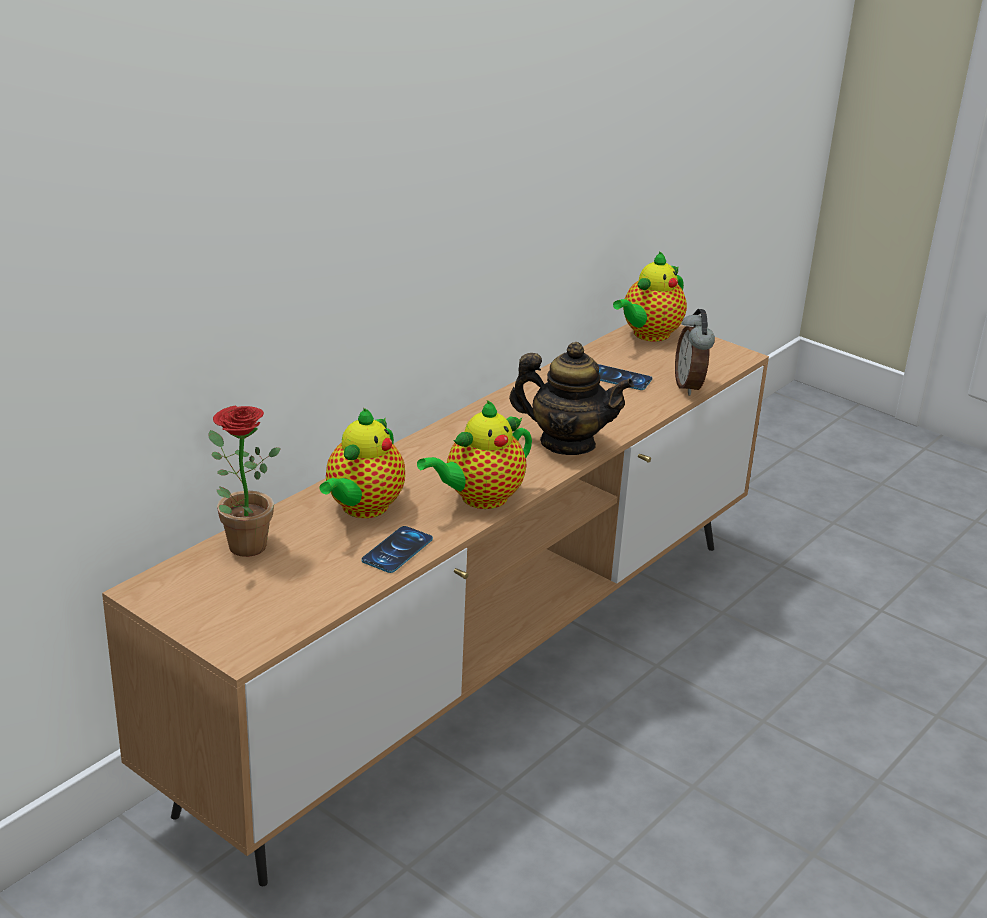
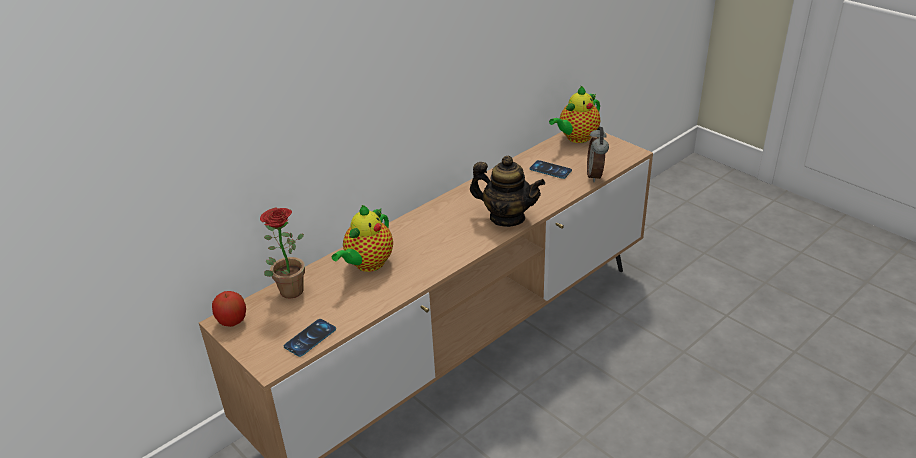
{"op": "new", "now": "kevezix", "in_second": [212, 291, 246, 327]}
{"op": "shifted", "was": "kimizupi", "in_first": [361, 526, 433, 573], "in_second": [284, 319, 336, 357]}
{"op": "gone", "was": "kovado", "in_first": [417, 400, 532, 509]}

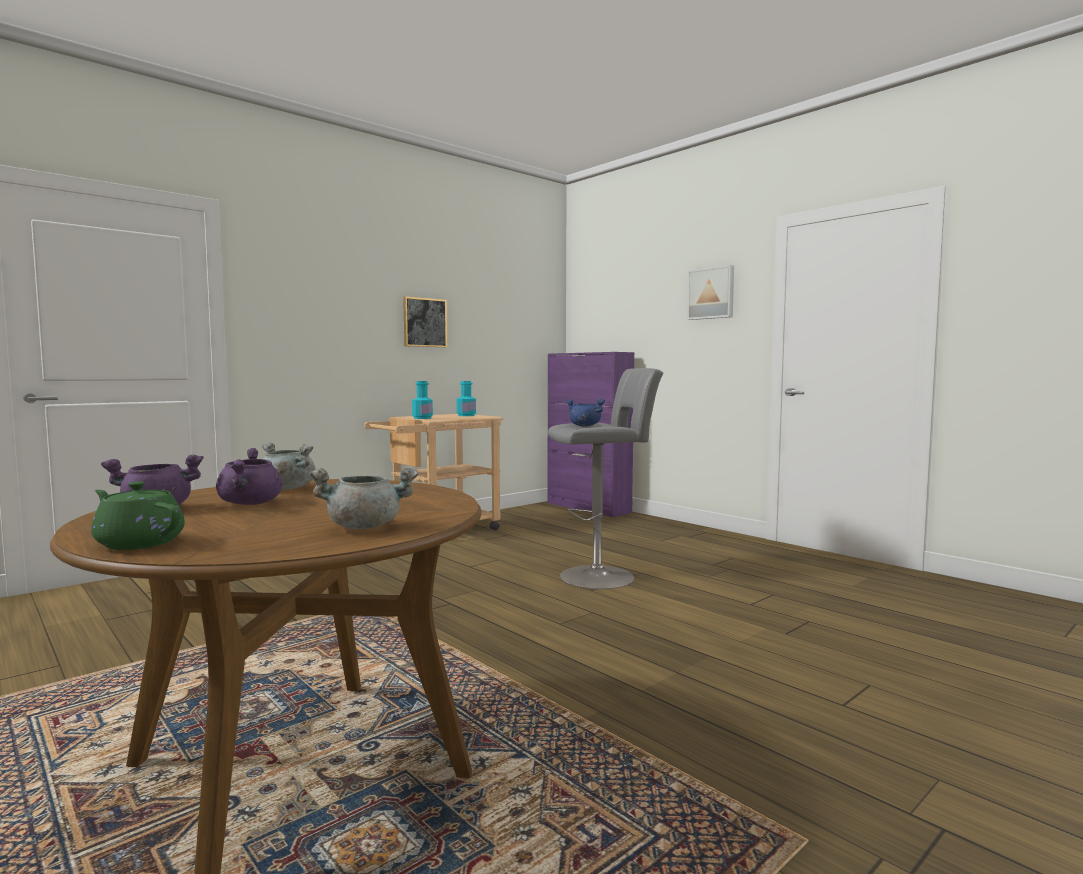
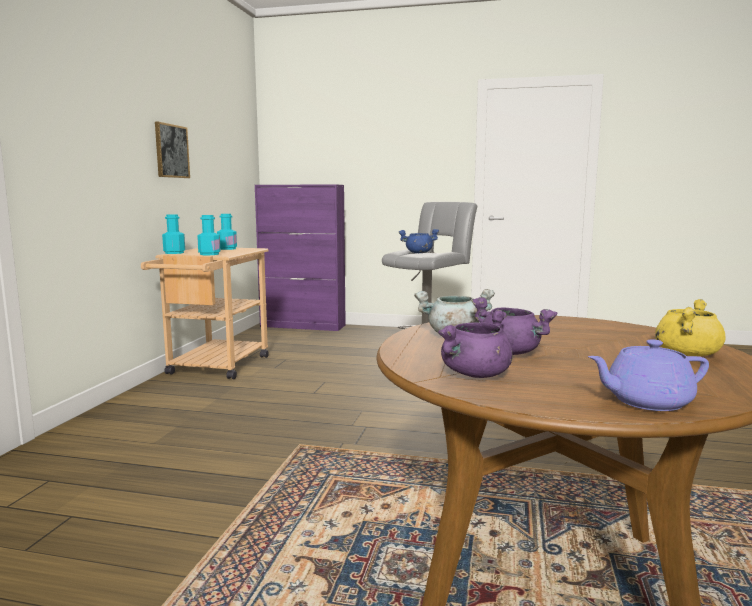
{"op": "new", "now": "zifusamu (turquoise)", "in_second": [162, 214, 185, 254]}
{"op": "repainted", "was": "kovado (green)", "now": "kovado (purple)", "in_first": [91, 481, 185, 550], "in_second": [588, 339, 709, 411]}
{"op": "repainted", "was": "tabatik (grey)", "now": "tabatik (yellow)", "in_first": [309, 468, 418, 530], "in_second": [655, 299, 725, 356]}
{"op": "gone", "was": "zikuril", "in_first": [687, 265, 734, 320]}

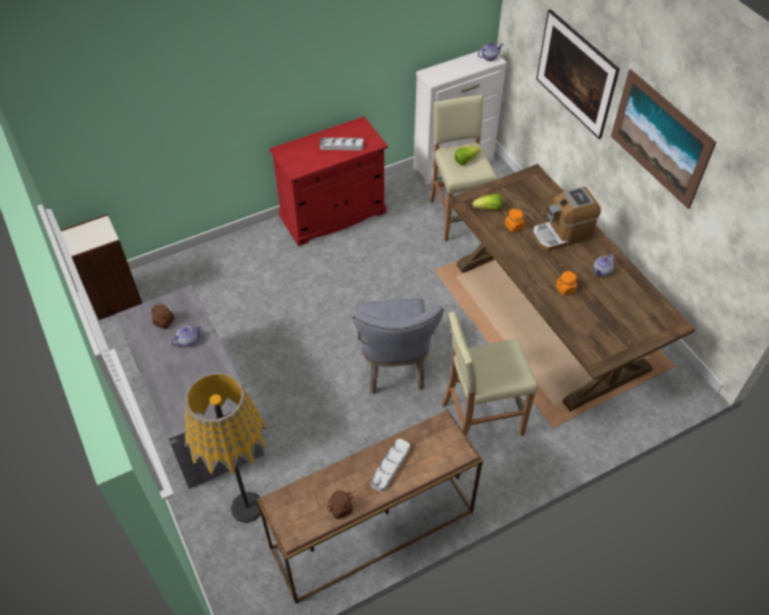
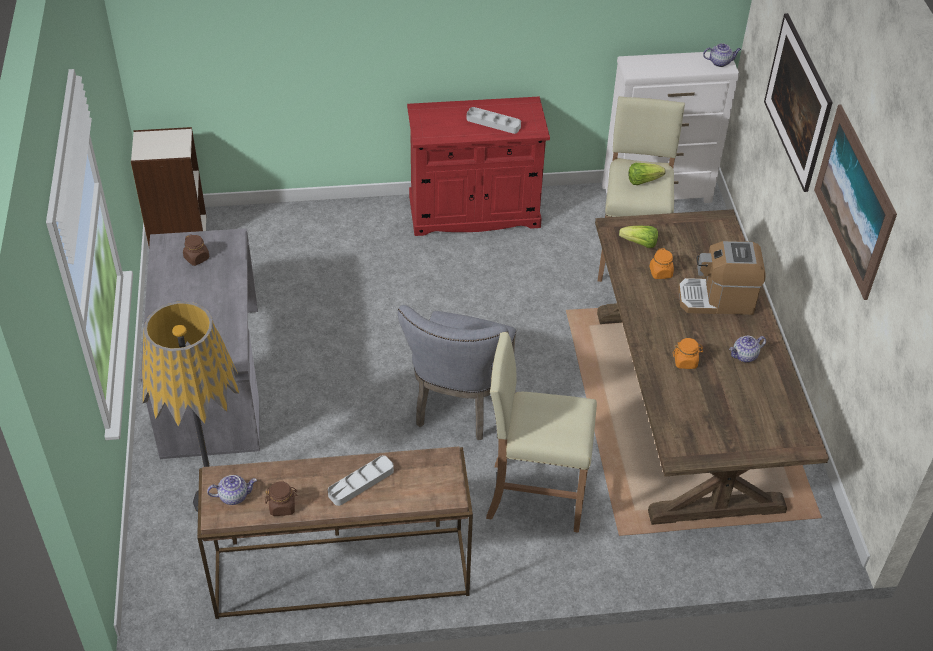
{"op": "shifted", "was": "kovado", "in_first": [170, 324, 202, 347], "in_second": [207, 475, 257, 505]}

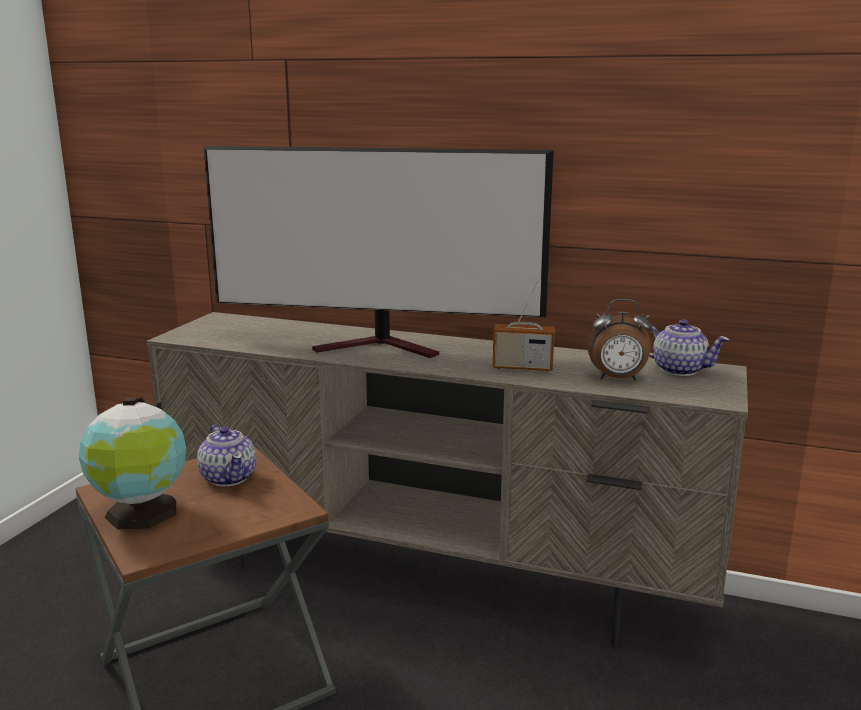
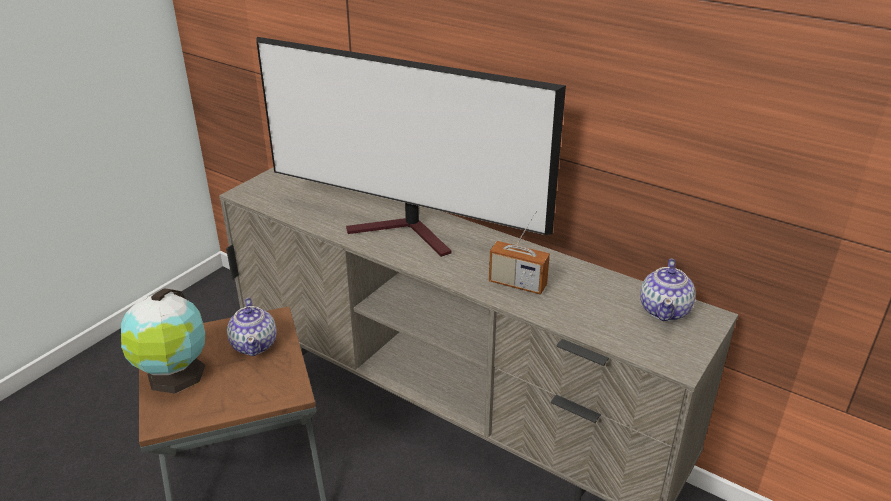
{"op": "rotated", "was": "kovado", "in_first": [649, 319, 730, 376], "in_second": [640, 259, 696, 321], "clockwise": 60}
{"op": "gone", "was": "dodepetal", "in_first": [587, 299, 652, 380]}

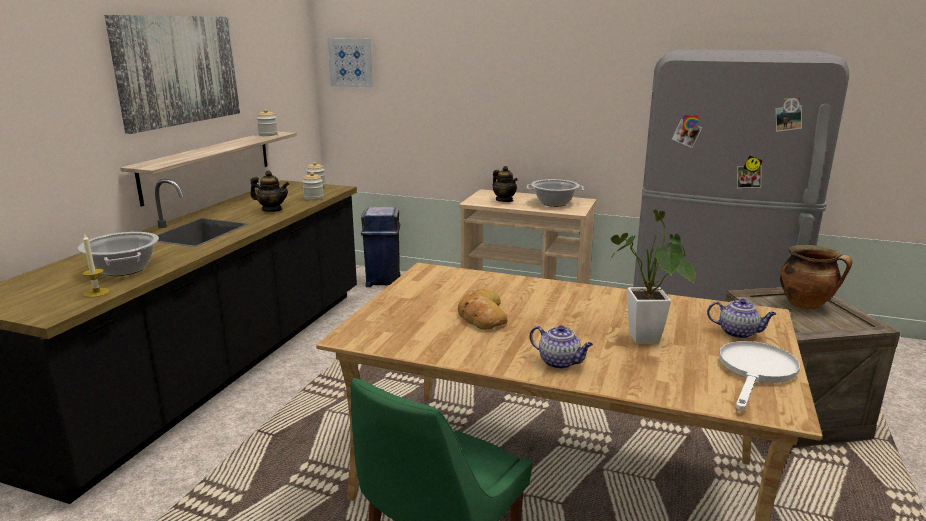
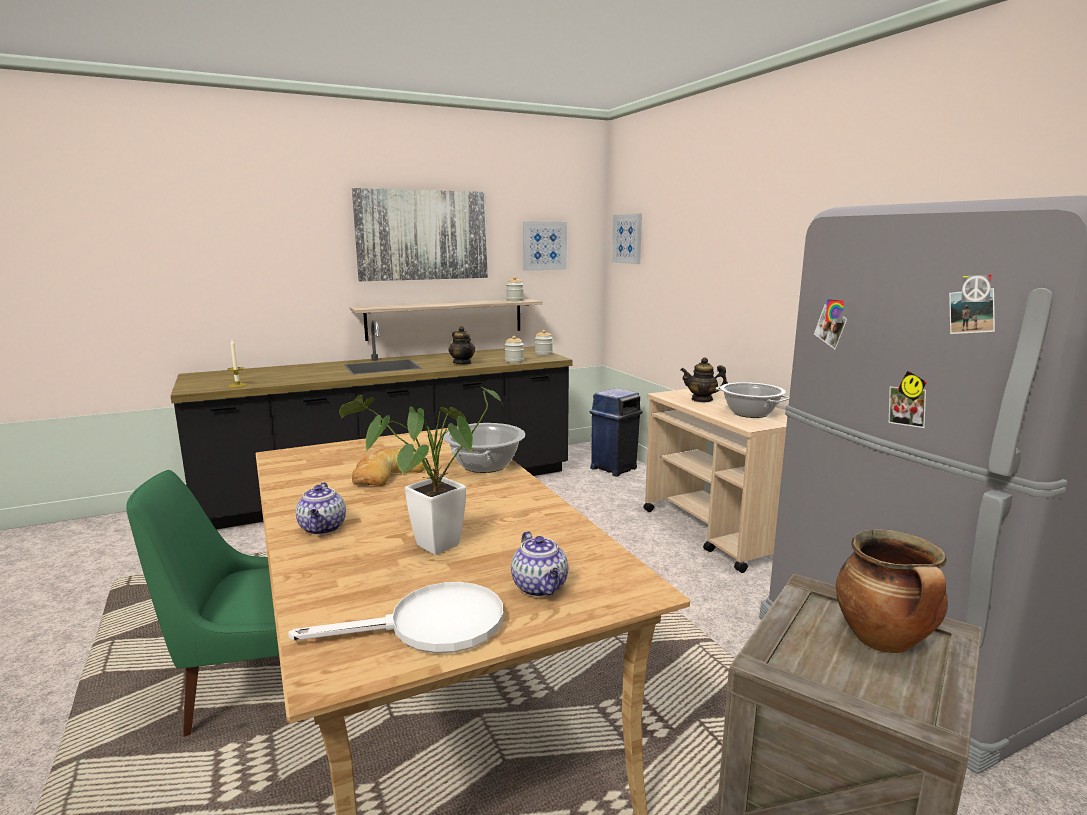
{"op": "shifted", "was": "tabatik", "in_first": [78, 232, 159, 276], "in_second": [443, 423, 525, 473]}
{"op": "new", "now": "zikuril", "in_second": [523, 221, 567, 271]}
{"op": "rotated", "was": "kovado", "in_first": [493, 166, 518, 202], "in_second": [681, 358, 728, 402], "clockwise": 90}

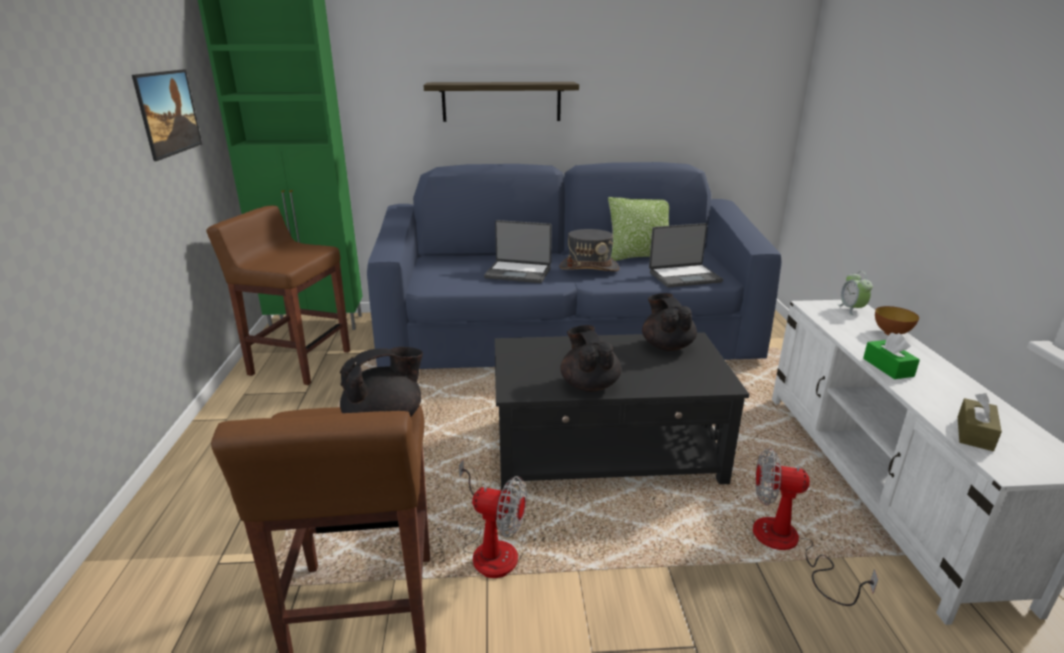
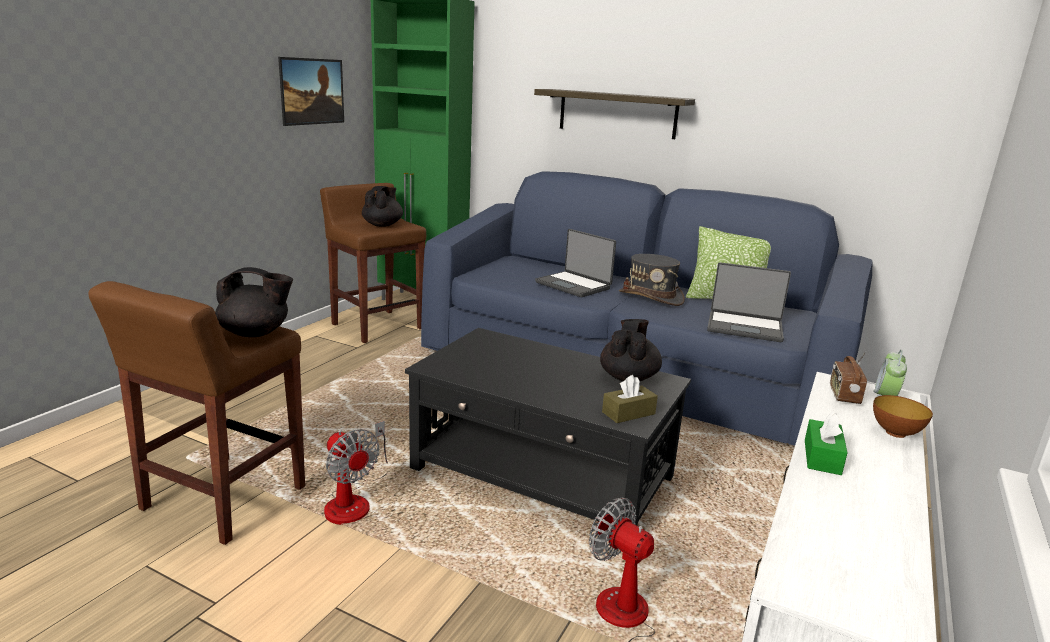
{"op": "shifted", "was": "kovado (black)", "in_first": [560, 325, 622, 392], "in_second": [362, 186, 403, 227]}
{"op": "shifted", "was": "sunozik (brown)", "in_first": [958, 393, 1002, 451], "in_second": [602, 375, 658, 423]}
{"op": "new", "now": "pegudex", "in_second": [830, 351, 867, 404]}

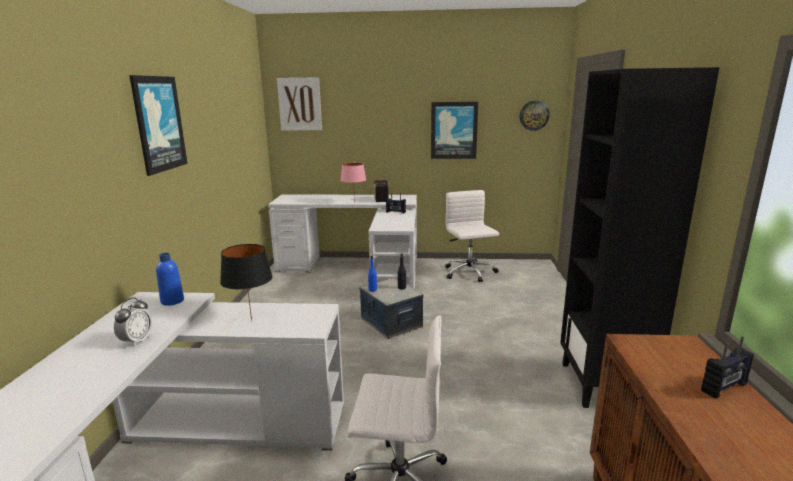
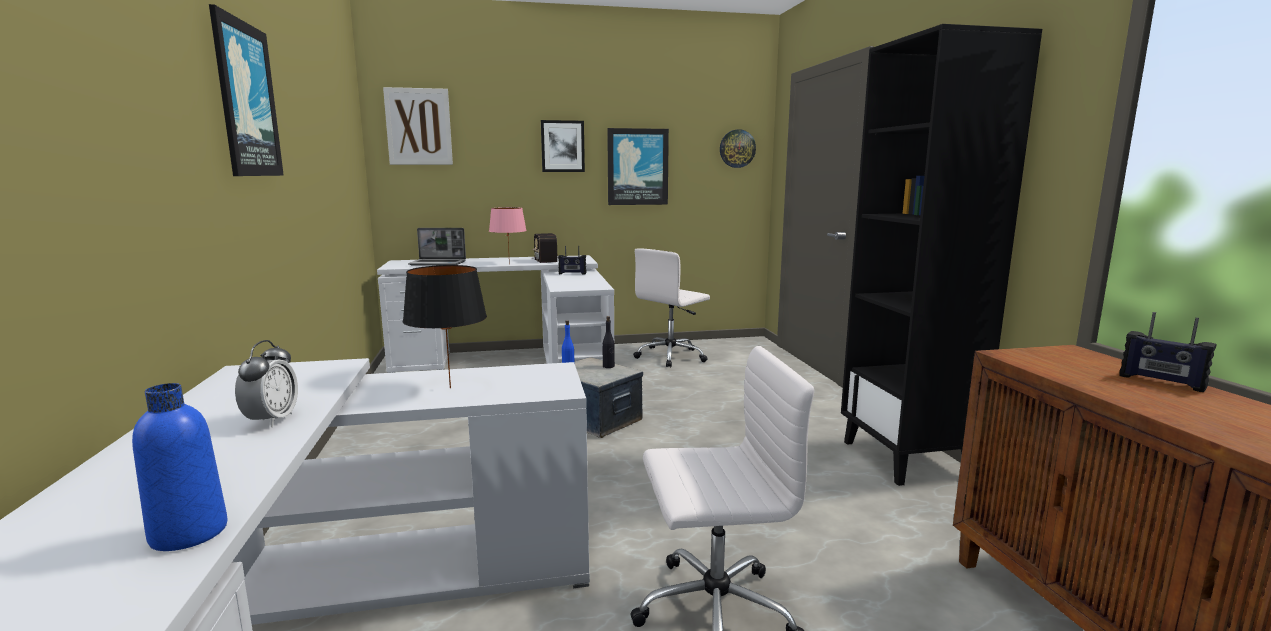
{"op": "shifted", "was": "zifusamu (blue)", "in_first": [156, 253, 184, 306], "in_second": [132, 383, 228, 551]}
{"op": "new", "now": "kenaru", "in_second": [408, 228, 466, 266]}
{"op": "new", "now": "zikuril", "in_second": [541, 120, 585, 172]}
{"op": "rotated", "was": "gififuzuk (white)", "in_first": [446, 190, 499, 282], "in_second": [633, 248, 710, 367], "clockwise": -105}
{"op": "rotated", "was": "pegudex", "in_first": [701, 336, 754, 398], "in_second": [1119, 312, 1216, 392], "clockwise": 90}

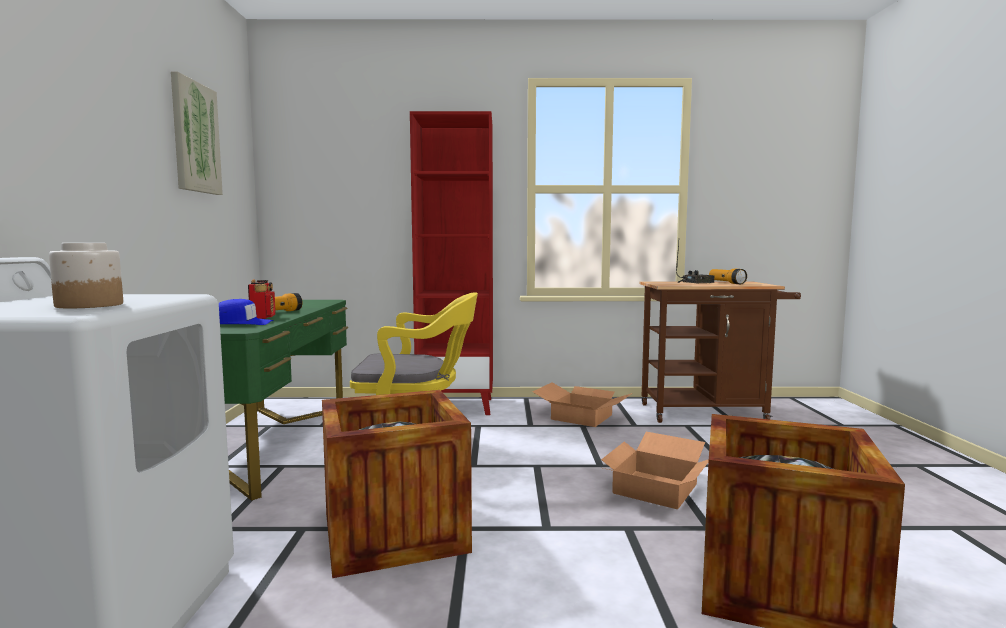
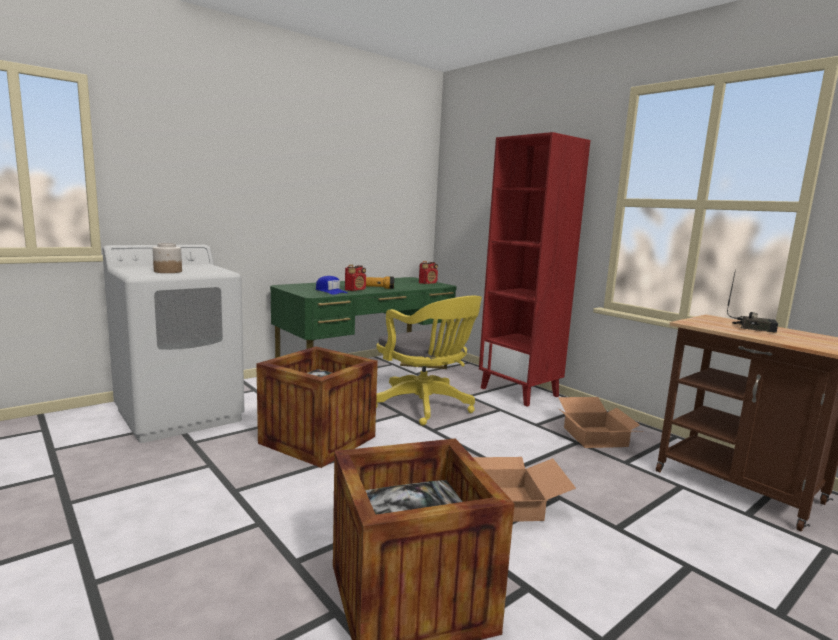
{"op": "new", "now": "pegudex", "in_second": [419, 261, 438, 284]}
{"op": "gone", "was": "zikuril", "in_first": [171, 72, 223, 195]}
{"op": "gone", "was": "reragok", "in_first": [709, 269, 747, 284]}

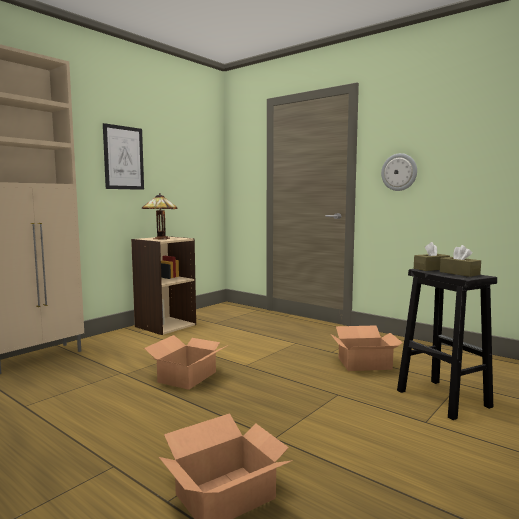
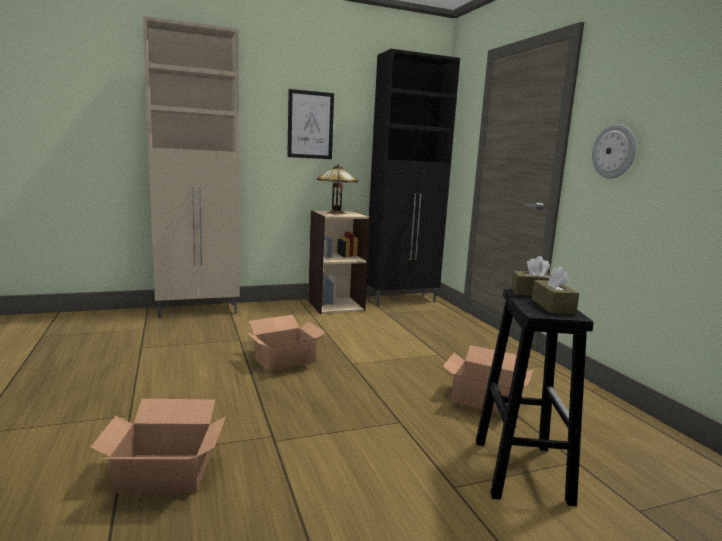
{"op": "new", "now": "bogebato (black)", "in_second": [367, 49, 460, 306]}

